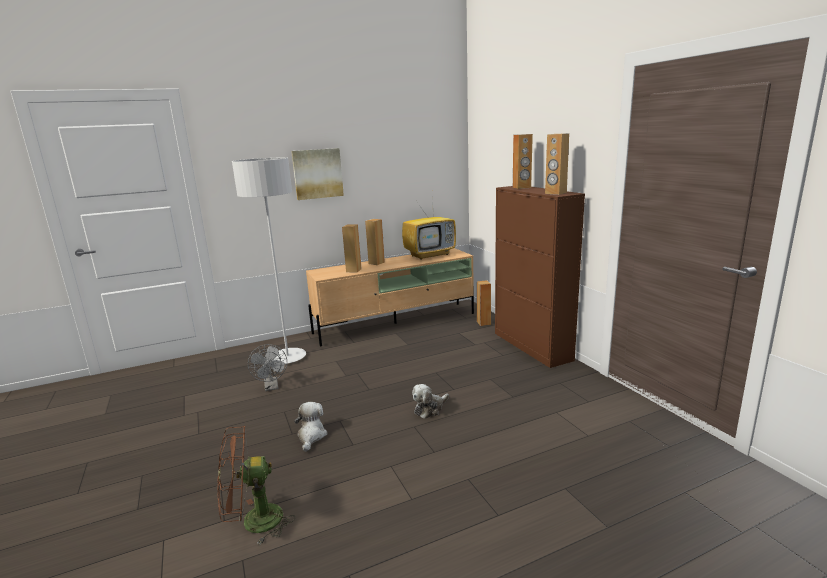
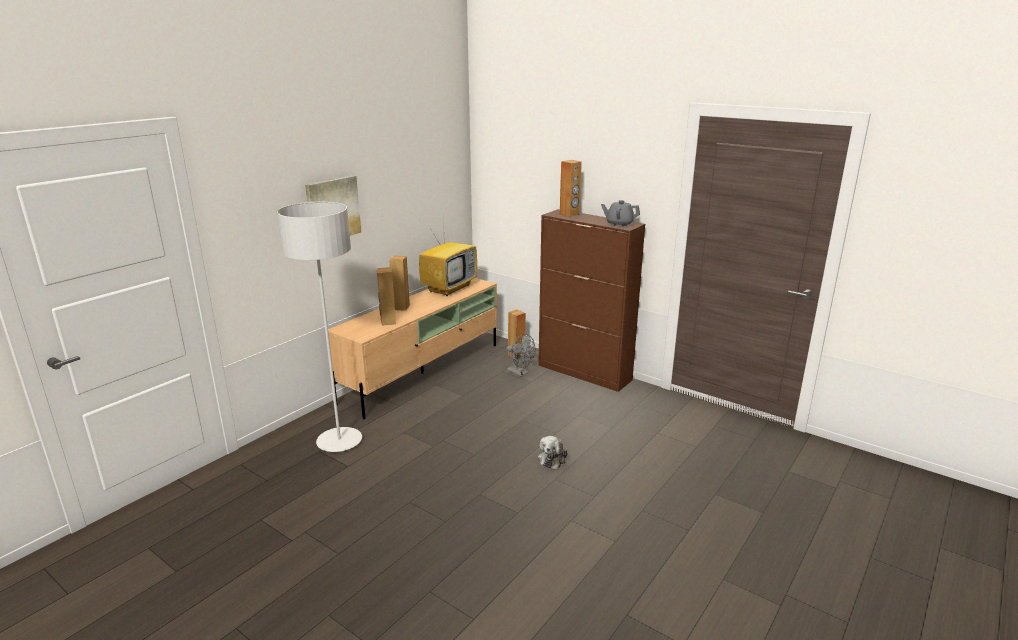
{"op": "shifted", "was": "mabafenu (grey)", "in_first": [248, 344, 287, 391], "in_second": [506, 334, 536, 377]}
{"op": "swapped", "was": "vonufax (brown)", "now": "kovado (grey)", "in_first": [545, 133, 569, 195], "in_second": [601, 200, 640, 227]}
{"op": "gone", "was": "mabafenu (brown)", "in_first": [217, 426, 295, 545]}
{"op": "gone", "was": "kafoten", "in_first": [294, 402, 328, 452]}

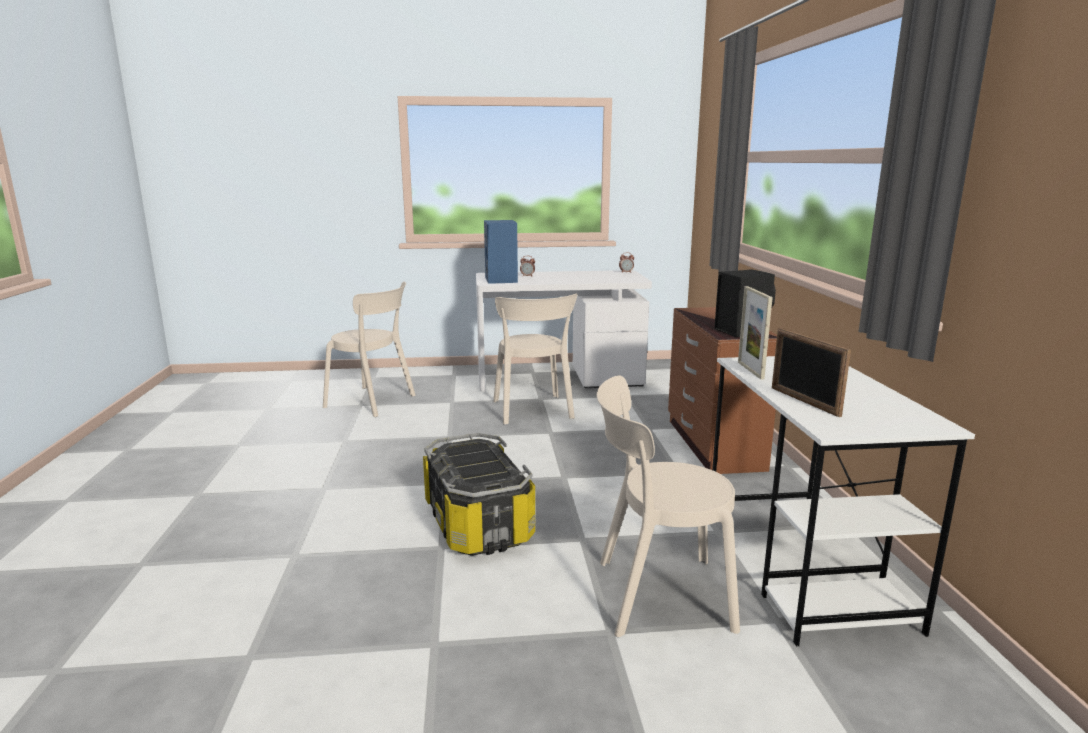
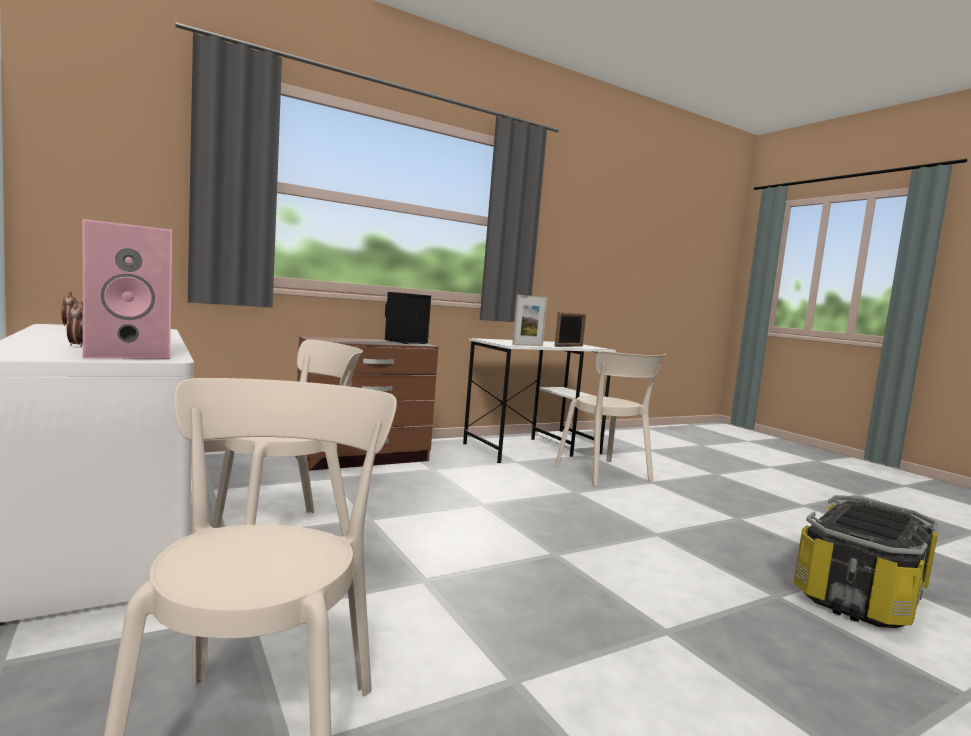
{"op": "repainted", "was": "vonufax (blue)", "now": "vonufax (pink)", "in_first": [484, 220, 518, 284], "in_second": [83, 219, 172, 359]}
{"op": "shifted", "was": "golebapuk", "in_first": [423, 433, 535, 556], "in_second": [794, 495, 938, 628]}

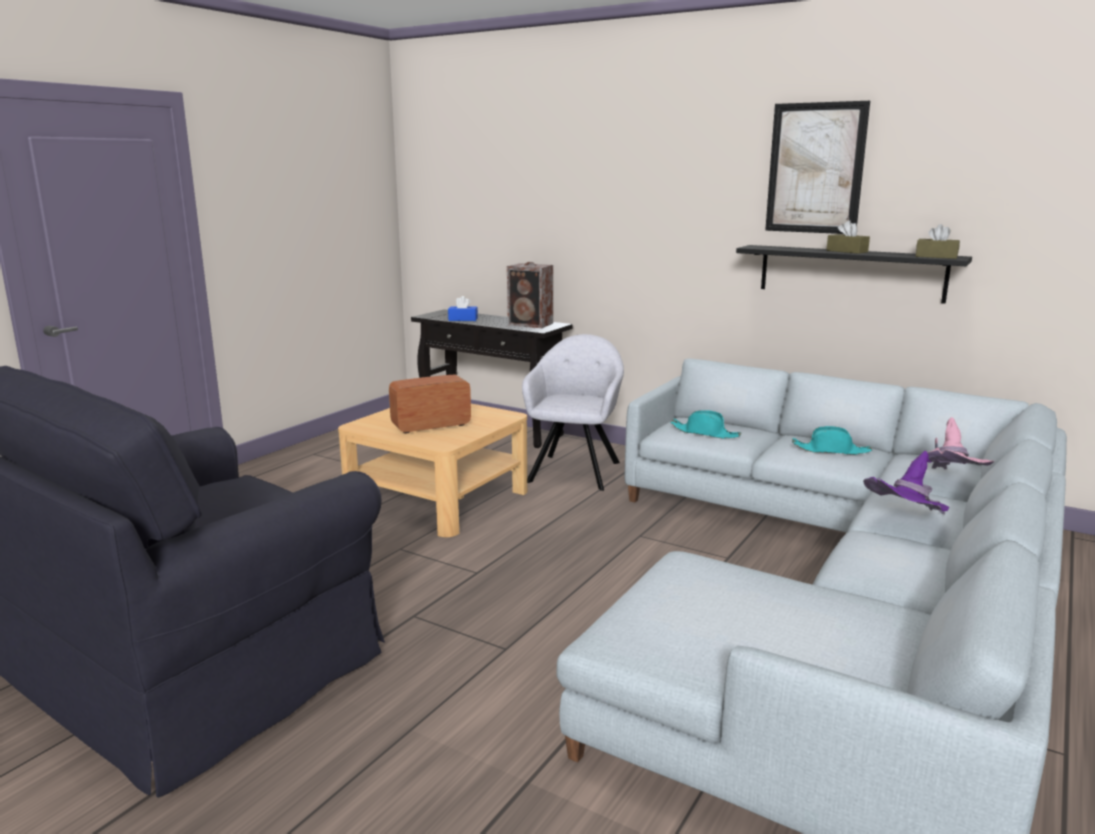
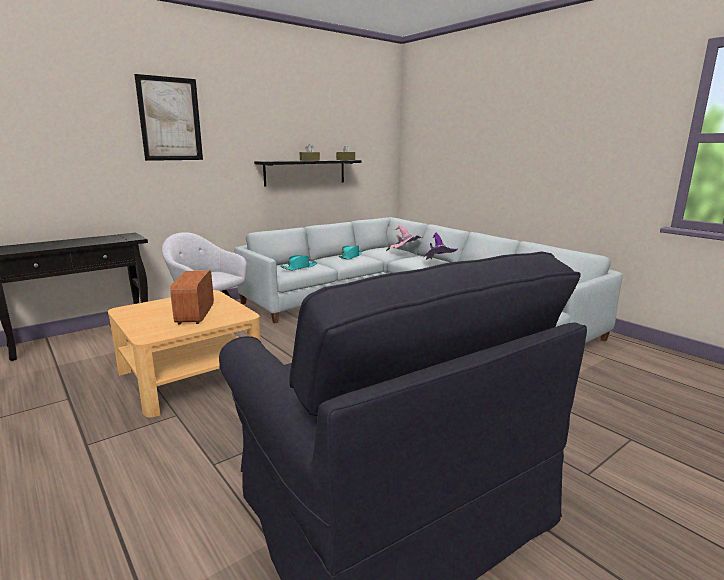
{"op": "shifted", "was": "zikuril", "in_first": [765, 101, 870, 234], "in_second": [134, 74, 203, 161]}
{"op": "gone", "was": "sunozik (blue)", "in_first": [448, 296, 478, 321]}
{"op": "gone", "was": "vonufax", "in_first": [507, 262, 553, 328]}

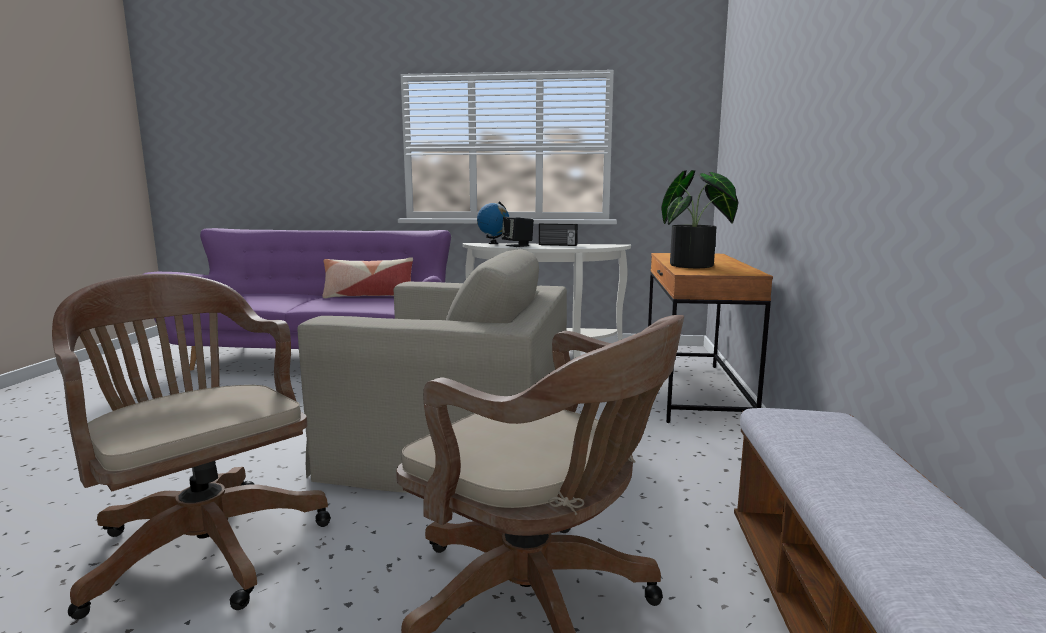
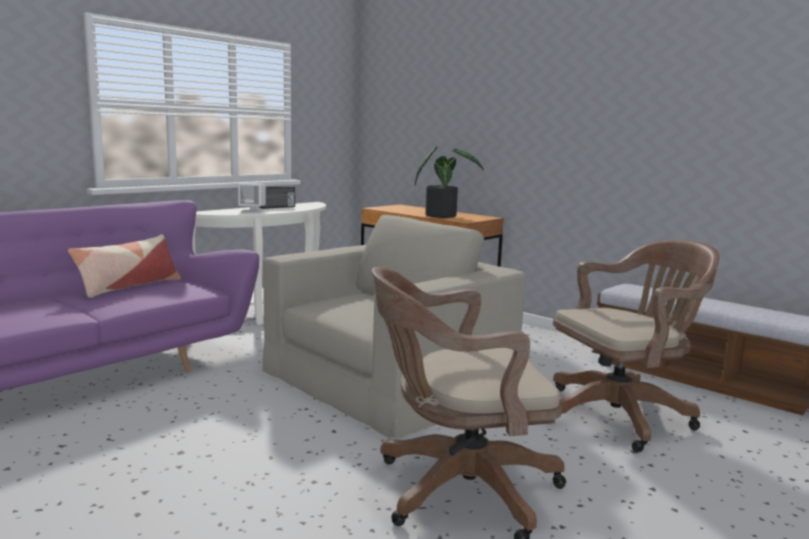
{"op": "repainted", "was": "vonufax (black)", "now": "vonufax (white)", "in_first": [502, 217, 534, 247], "in_second": [238, 183, 266, 213]}
{"op": "gone", "was": "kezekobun", "in_first": [477, 201, 509, 244]}

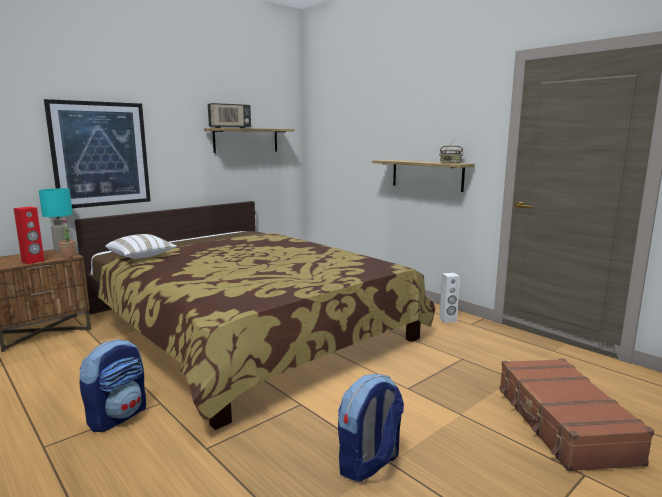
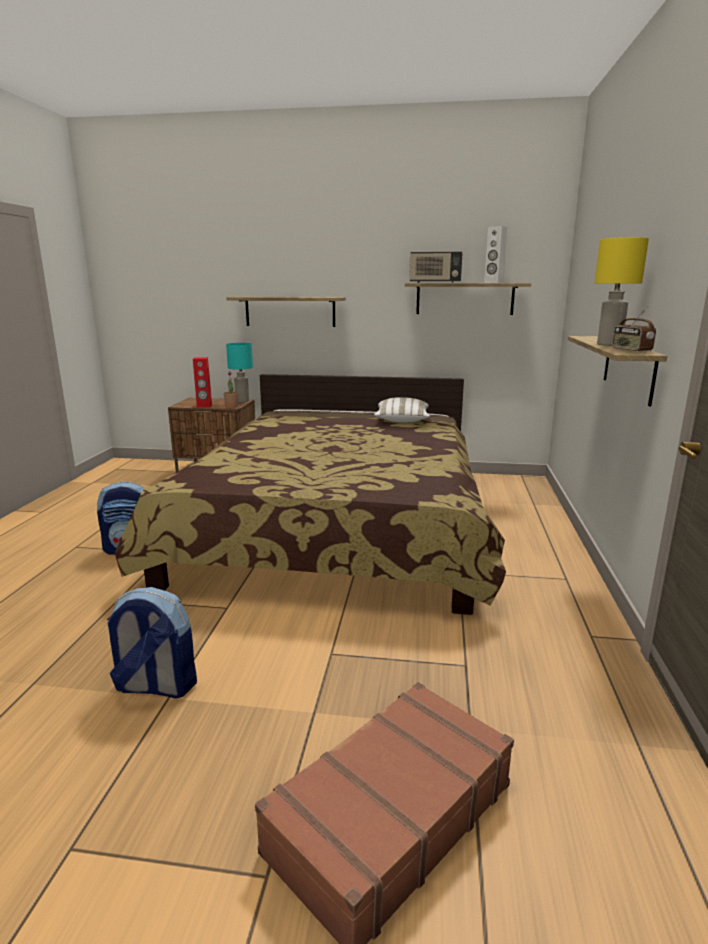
{"op": "swapped", "was": "zikuril", "now": "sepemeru", "in_first": [44, 99, 151, 208], "in_second": [227, 297, 346, 327]}
{"op": "shifted", "was": "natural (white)", "in_first": [105, 234, 177, 259], "in_second": [374, 397, 430, 422]}
{"op": "shifted", "was": "vonufax (white)", "in_first": [440, 273, 460, 323], "in_second": [484, 226, 507, 283]}
{"op": "new", "now": "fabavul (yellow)", "in_second": [594, 237, 649, 346]}

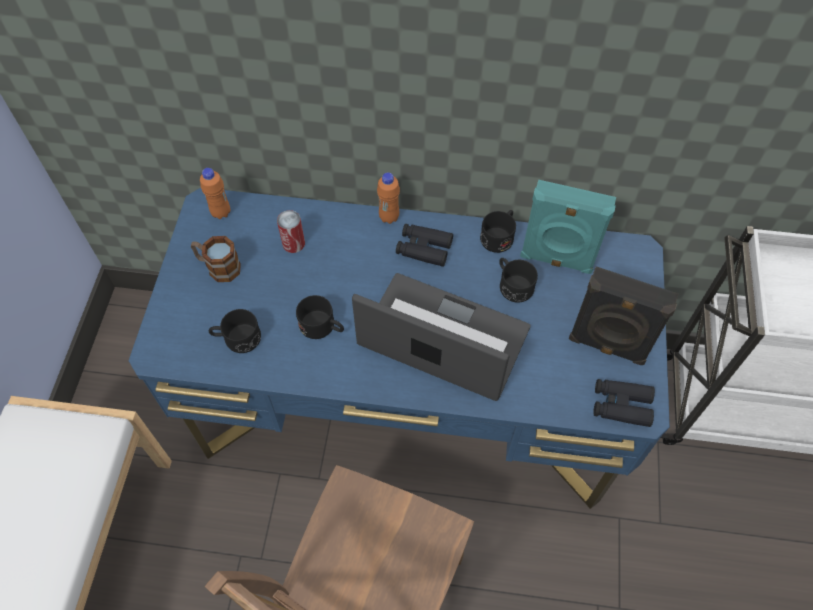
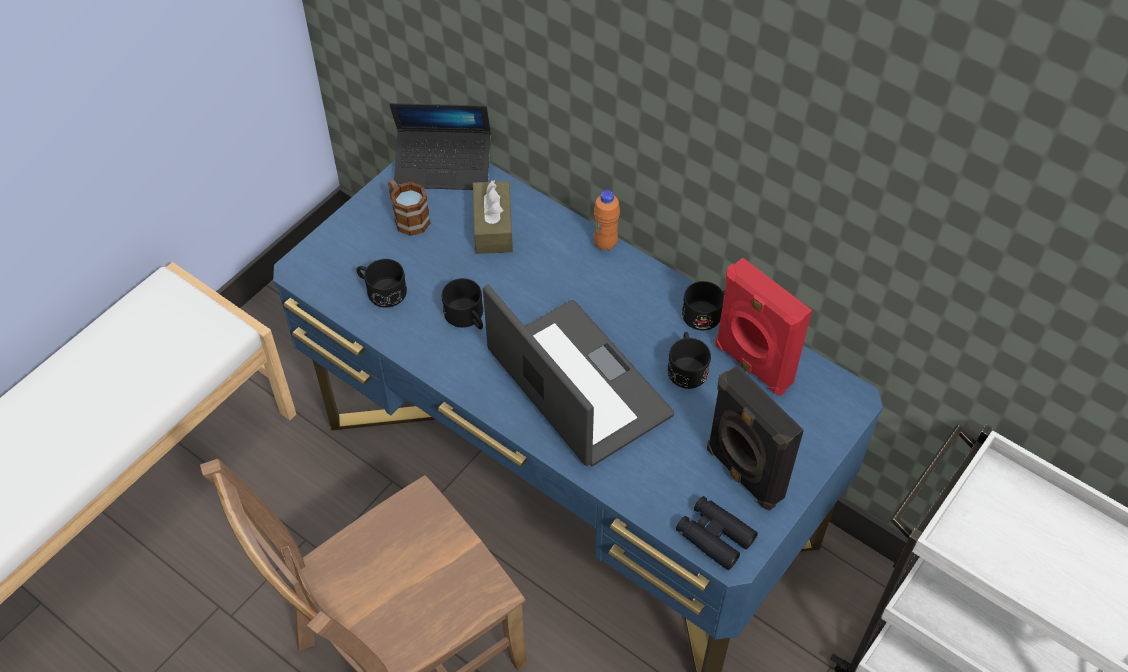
{"op": "swapped", "was": "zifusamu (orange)", "now": "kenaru", "in_first": [200, 168, 230, 219], "in_second": [389, 103, 491, 190]}
{"op": "swapped", "was": "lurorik", "now": "sunozik (brown)", "in_first": [277, 210, 305, 253], "in_second": [473, 180, 513, 254]}
{"op": "repainted", "was": "vonufax (turquoise)", "now": "vonufax (red)", "in_first": [520, 180, 616, 274], "in_second": [715, 258, 812, 396]}
{"op": "gone", "was": "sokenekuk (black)", "in_first": [396, 224, 453, 267]}

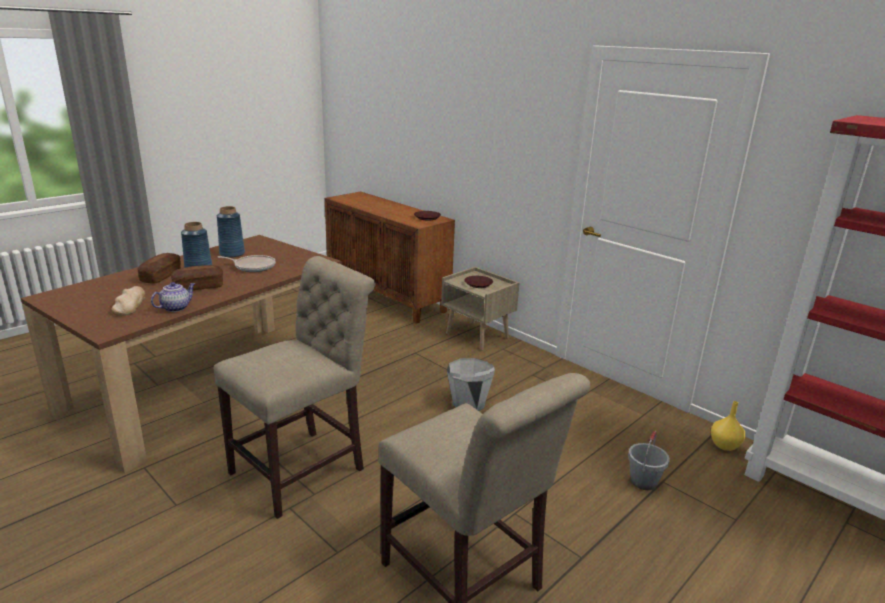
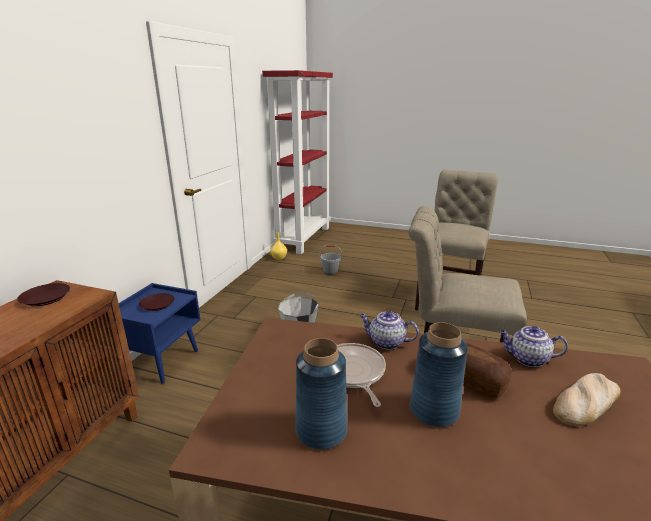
{"op": "repainted", "was": "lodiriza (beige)", "now": "lodiriza (blue)", "in_first": [441, 267, 520, 350], "in_second": [119, 283, 200, 384]}
{"op": "new", "now": "kovado", "in_second": [359, 311, 419, 350]}
{"op": "gone", "was": "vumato", "in_first": [138, 253, 181, 284]}

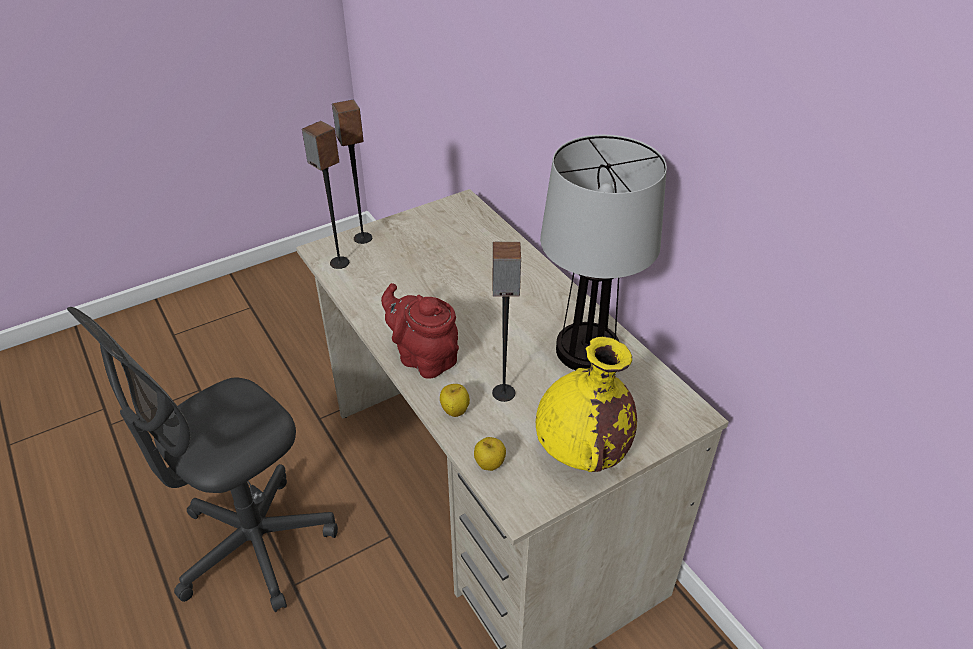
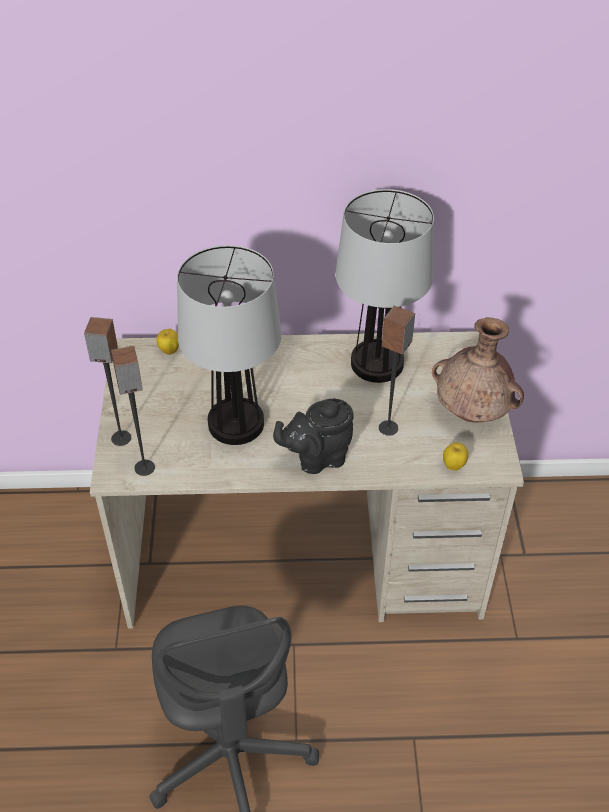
{"op": "shifted", "was": "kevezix", "in_first": [440, 384, 470, 417], "in_second": [157, 328, 179, 355]}
{"op": "new", "now": "fabavul", "in_second": [177, 245, 282, 445]}
{"op": "repainted", "was": "kovado (red)", "now": "kovado (black)", "in_first": [381, 283, 459, 379], "in_second": [273, 399, 354, 474]}
{"op": "repainted", "was": "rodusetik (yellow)", "now": "rodusetik (brown)", "in_first": [536, 337, 637, 472], "in_second": [432, 317, 524, 423]}

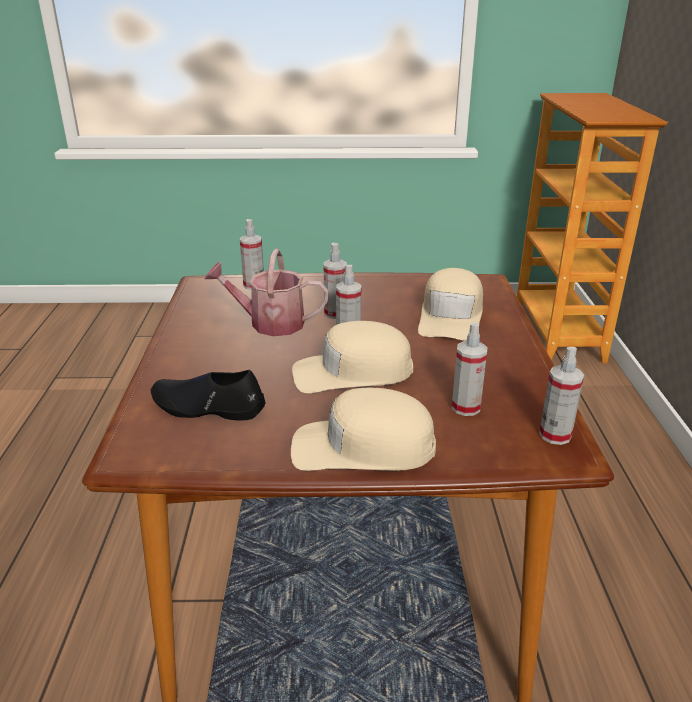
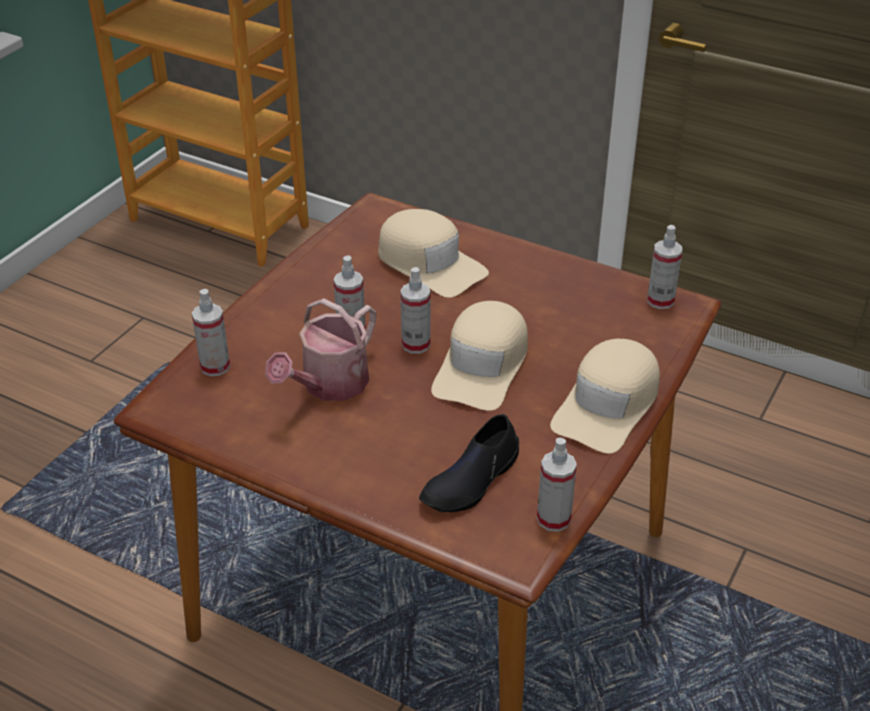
{"op": "shifted", "was": "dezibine", "in_first": [451, 322, 487, 416], "in_second": [537, 437, 577, 532]}

